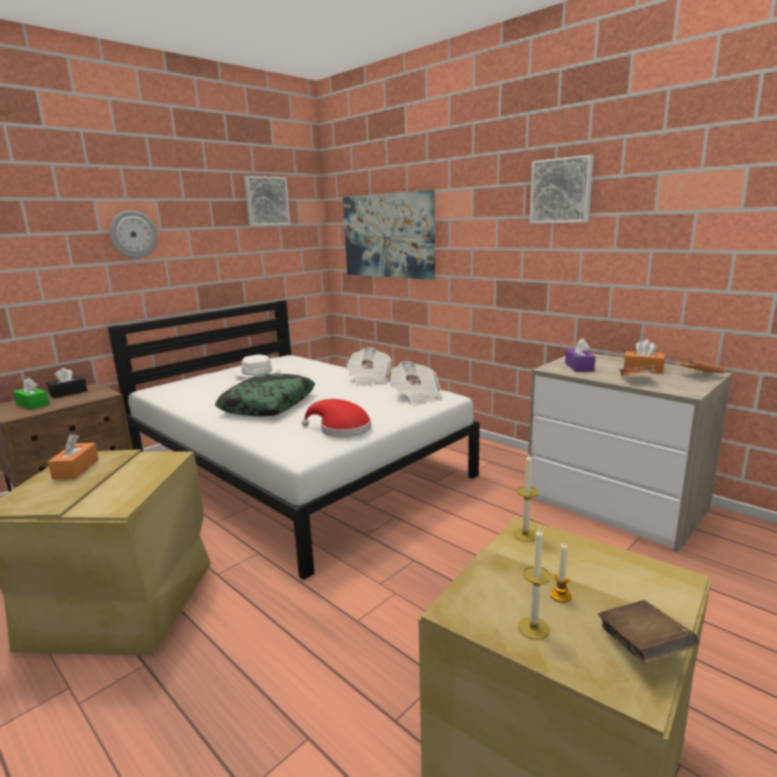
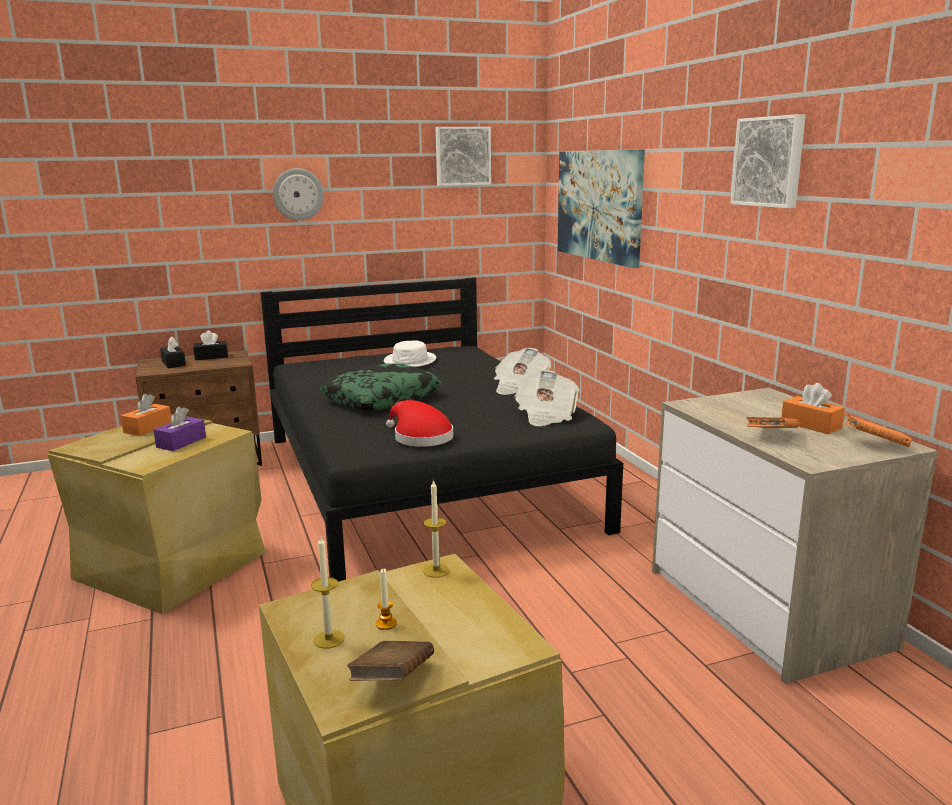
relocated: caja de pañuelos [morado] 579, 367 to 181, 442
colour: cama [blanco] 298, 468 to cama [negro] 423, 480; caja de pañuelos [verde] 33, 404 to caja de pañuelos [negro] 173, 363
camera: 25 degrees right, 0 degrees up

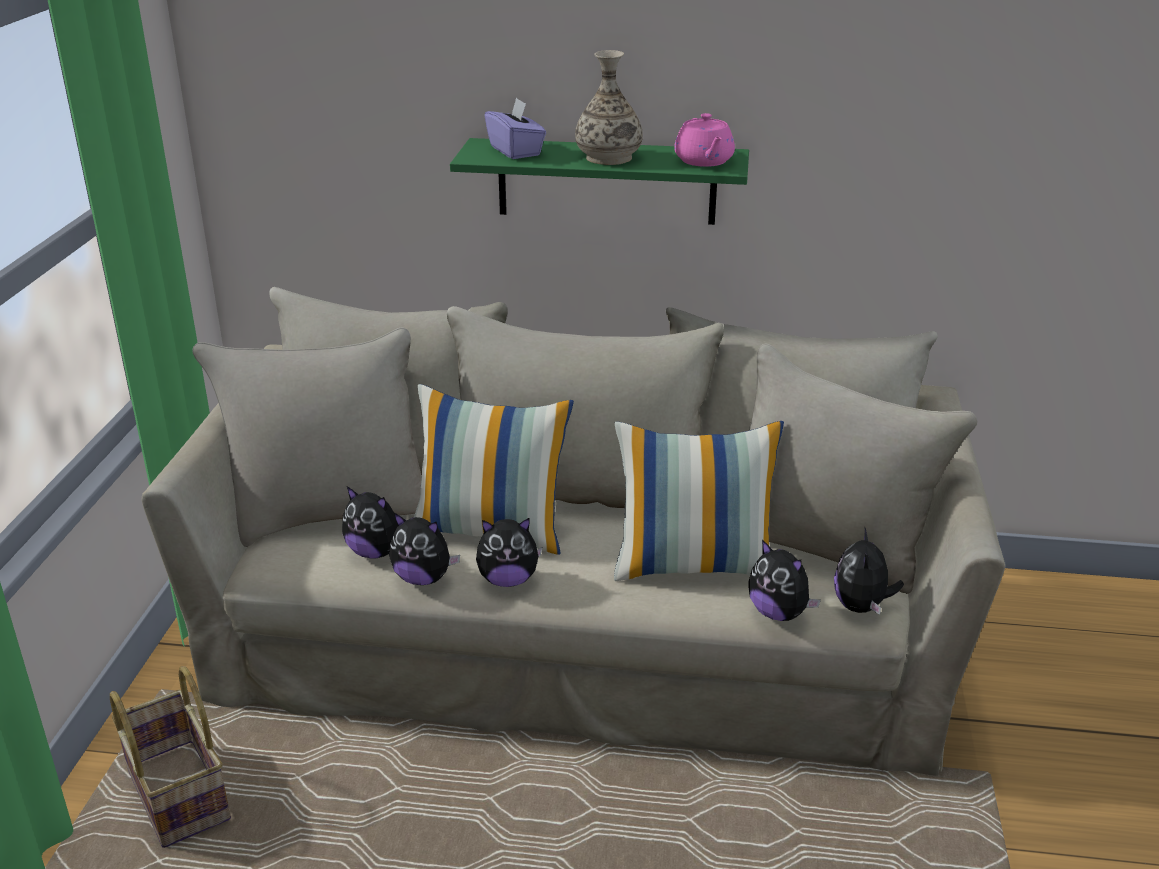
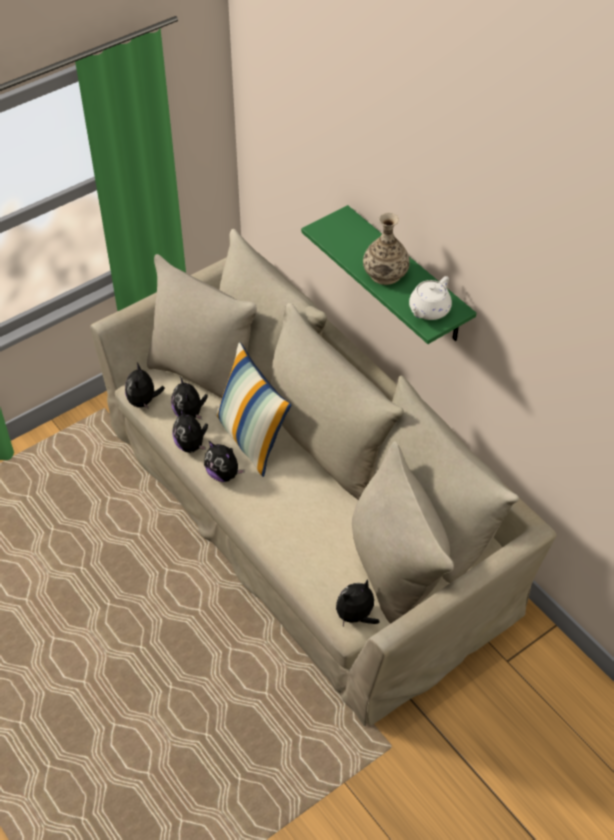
missing: caja de pañuelos [morado] 516, 151; cojín 694, 565; cesta 176, 795
relocated: peluche 778, 613 to 143, 401
colour: tetera [rosa] 704, 161 to tetera [blanco] 428, 310
camera: 45 degrees right, 20 degrees up

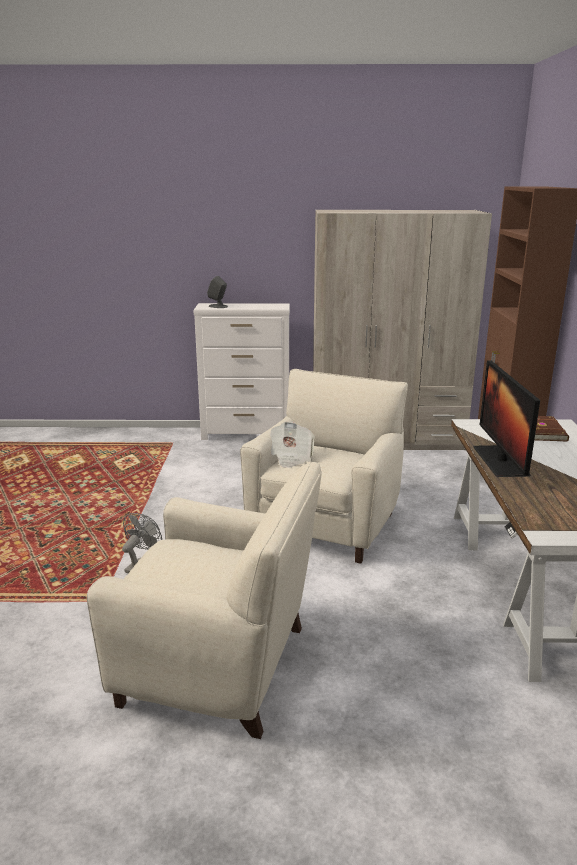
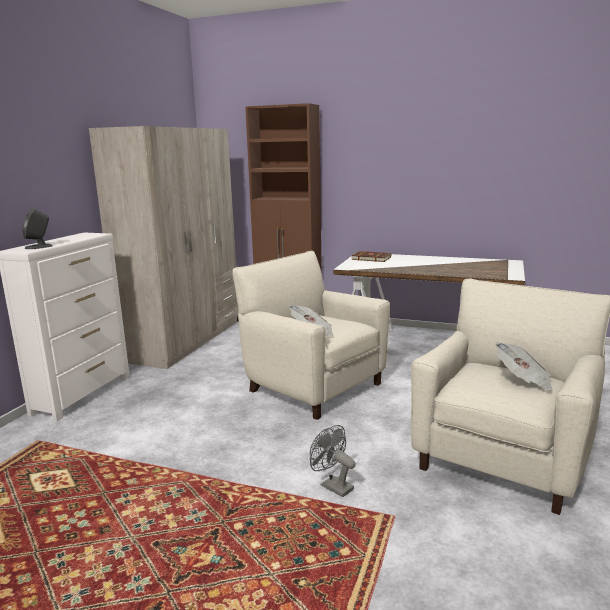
missing: monitor 500, 461
appeared: periódico 523, 380
camera: 70 degrees left, 5 degrees down

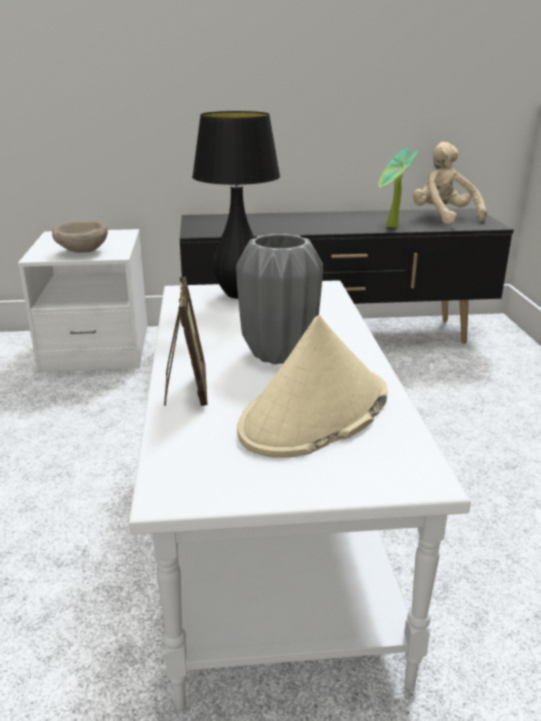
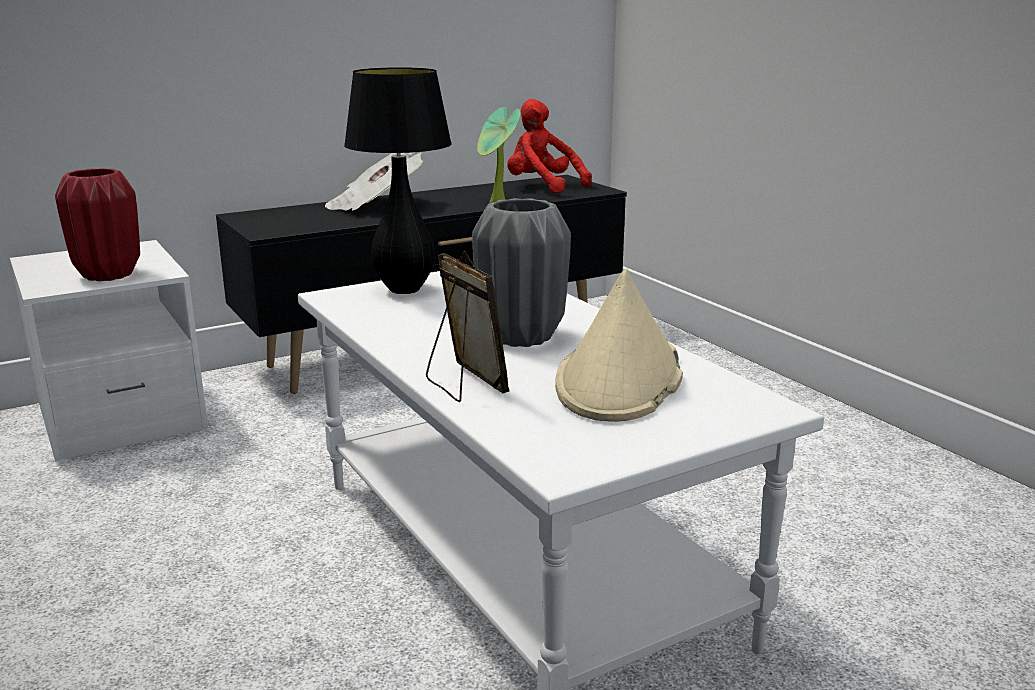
appeared: periódico 376, 206
exchanged: cuenco [beis] 81, 252 to florero [rojo] 107, 275
colour: peluche [beis] 443, 217 to peluche [rojo] 542, 187
camera: 25 degrees left, 5 degrees down

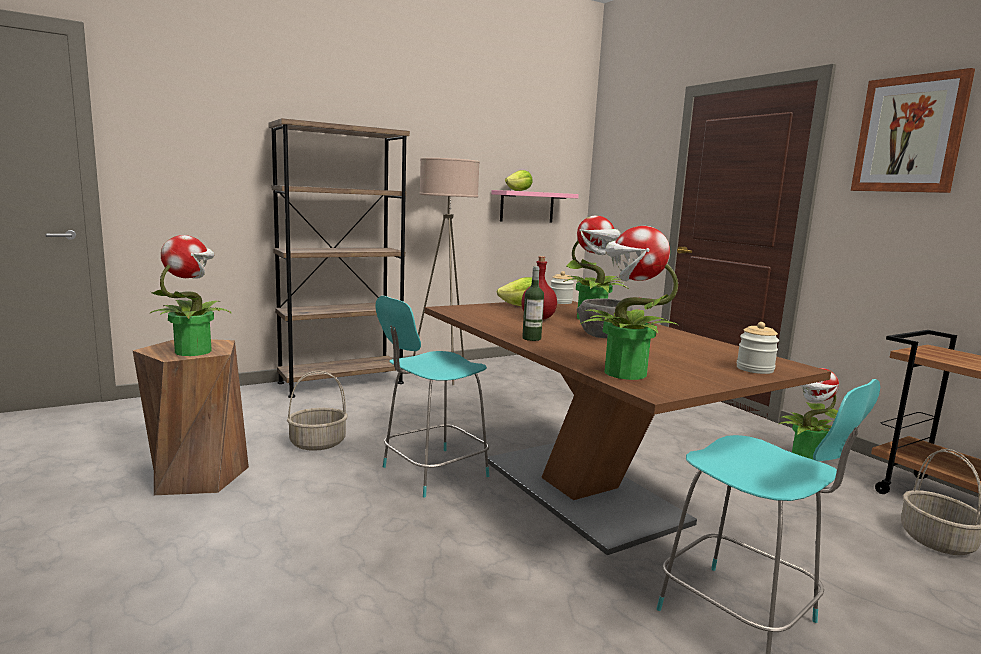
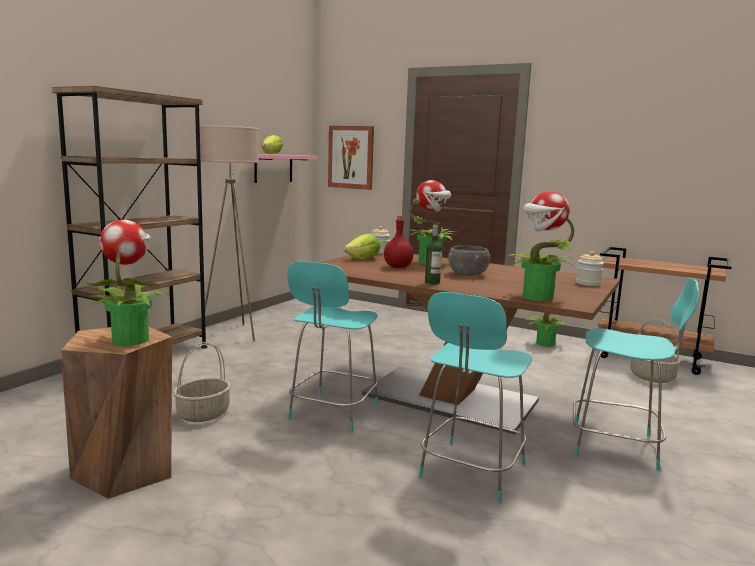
appeared: silla [turquesa] 471, 473
relocated: cuadro 909, 134 to 351, 157
camera: 30 degrees left, 0 degrees up

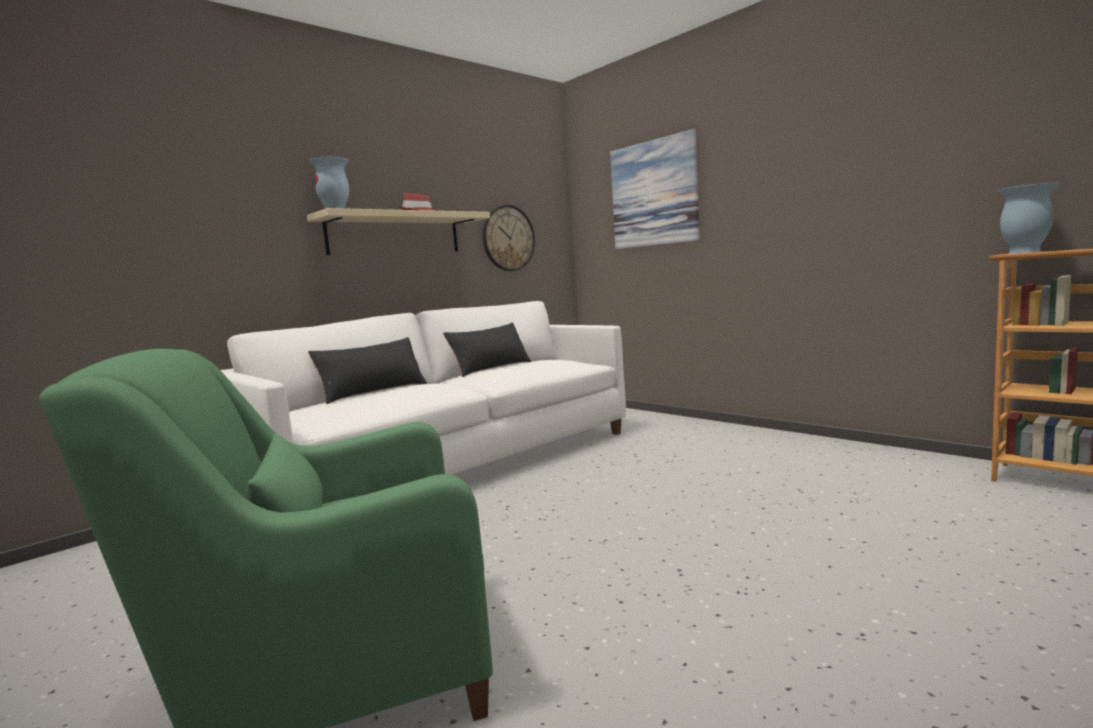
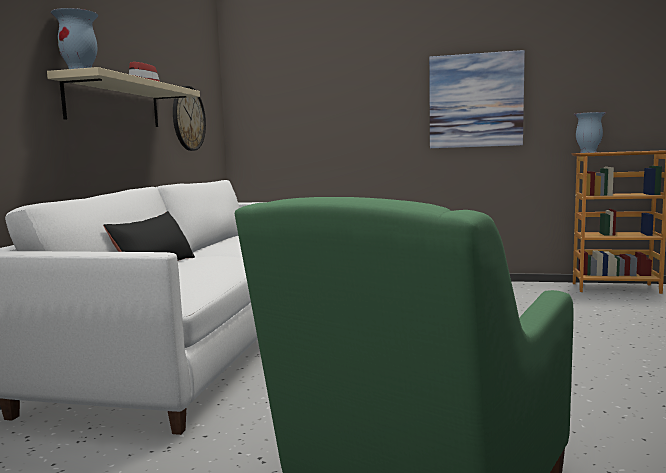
missing: cojín [negro] 491, 368
relocated: cuadro 654, 193 to 475, 101
camera: 35 degrees left, 0 degrees up

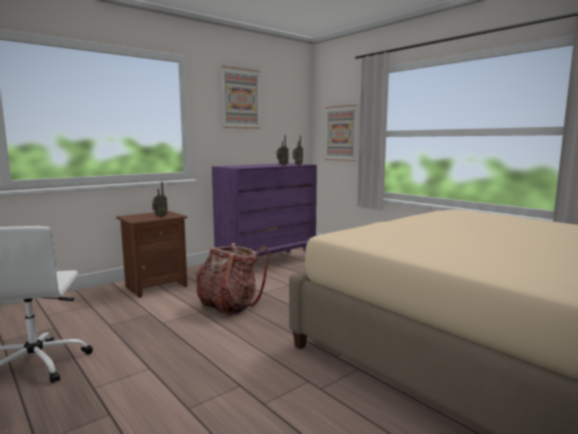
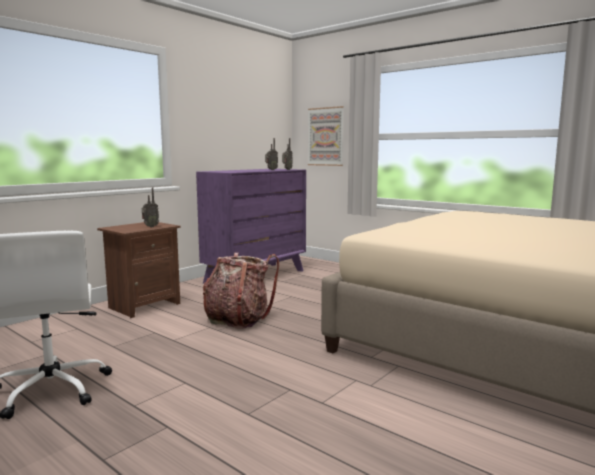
missing: cuadro 240, 98
camera: 10 degrees left, 0 degrees up

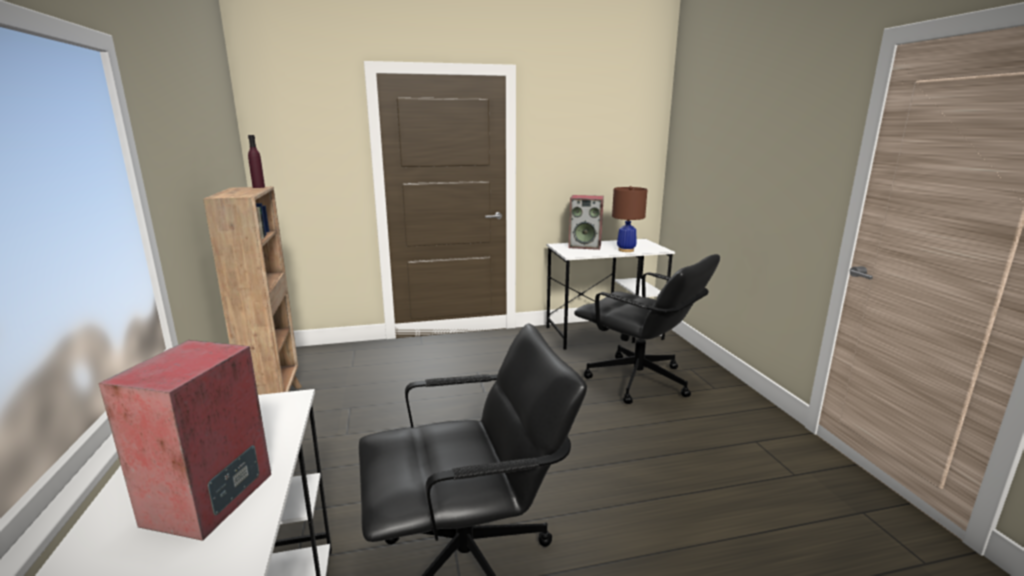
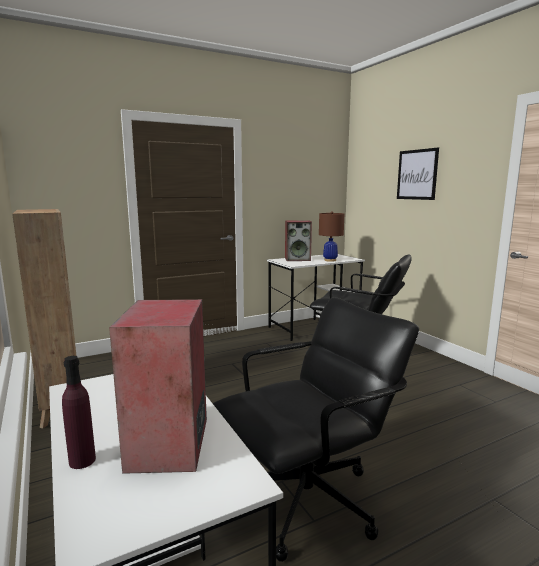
appeared: cuadro 417, 174
relocated: botella [morado] 258, 187 to 82, 461
camera: 15 degrees left, 5 degrees down

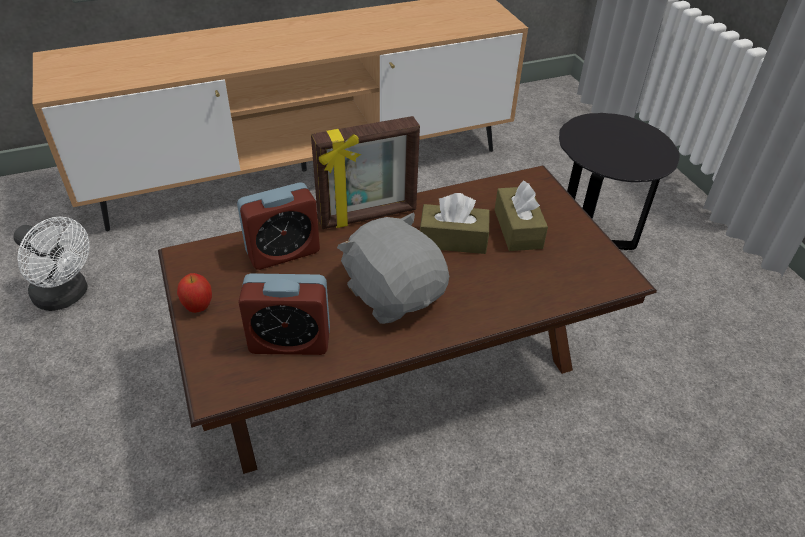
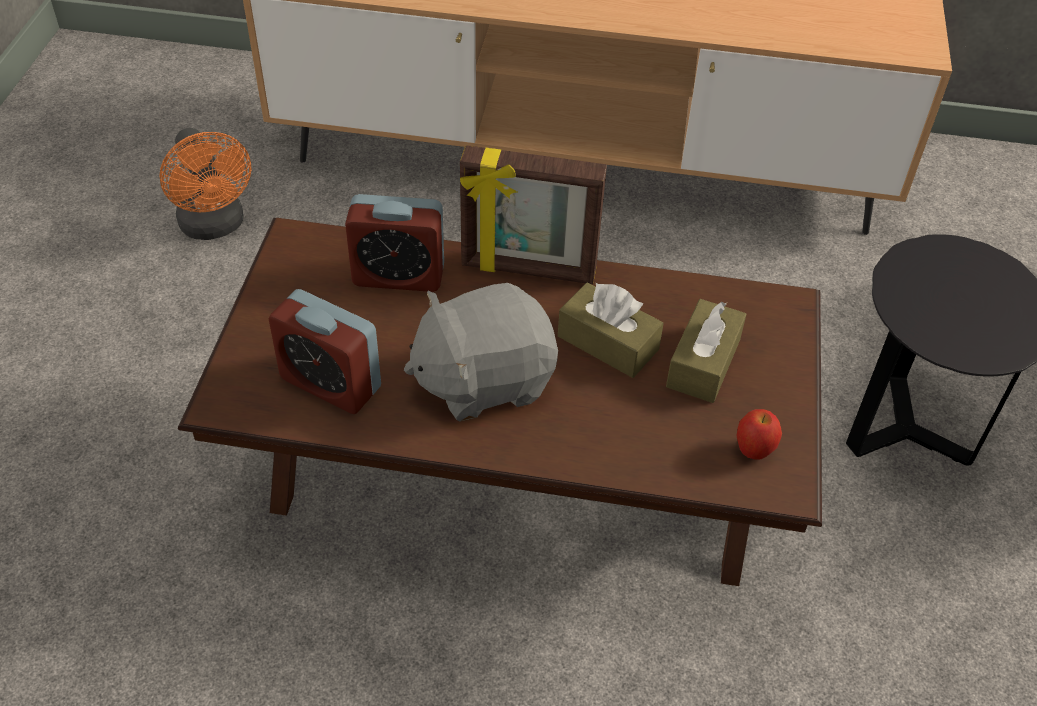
relocated: manzana 198, 307 to 753, 451
colour: ventilador [blanco] 66, 296 to ventilador [naranja] 215, 226
spun: peluche [gris] 394, 294 = 483, 379 105 degrees counterclockwise
camera: 30 degrees right, 5 degrees up

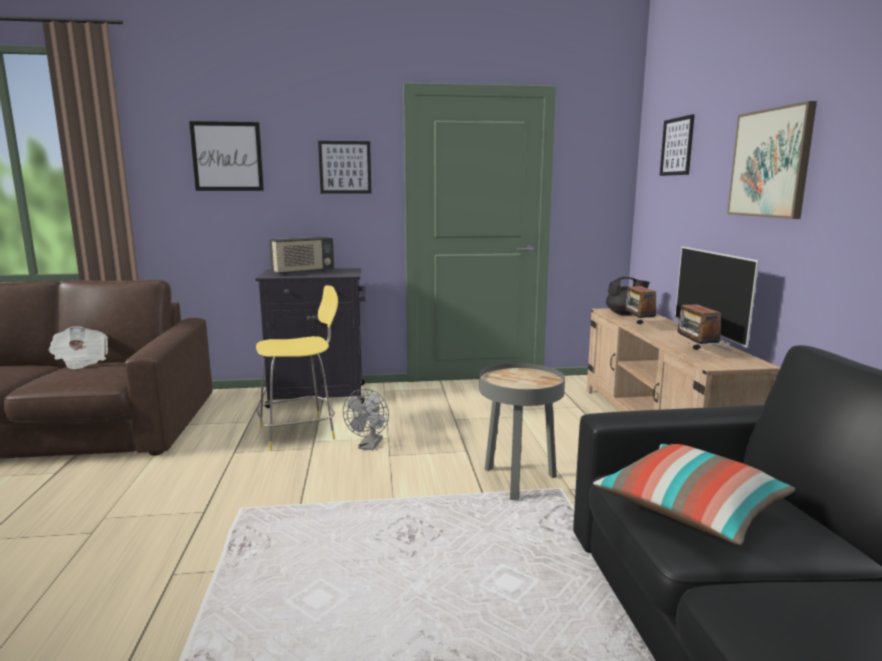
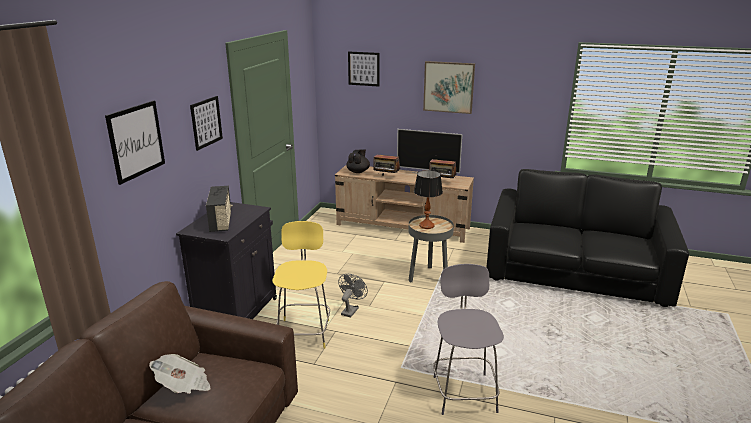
missing: cojín 691, 510
appeared: lámpara de mesa 426, 225; taburete [gris] 464, 392
spun: ventilador [gris] 369, 446 = 351, 310 105 degrees counterclockwise
camera: 65 degrees left, 10 degrees up

